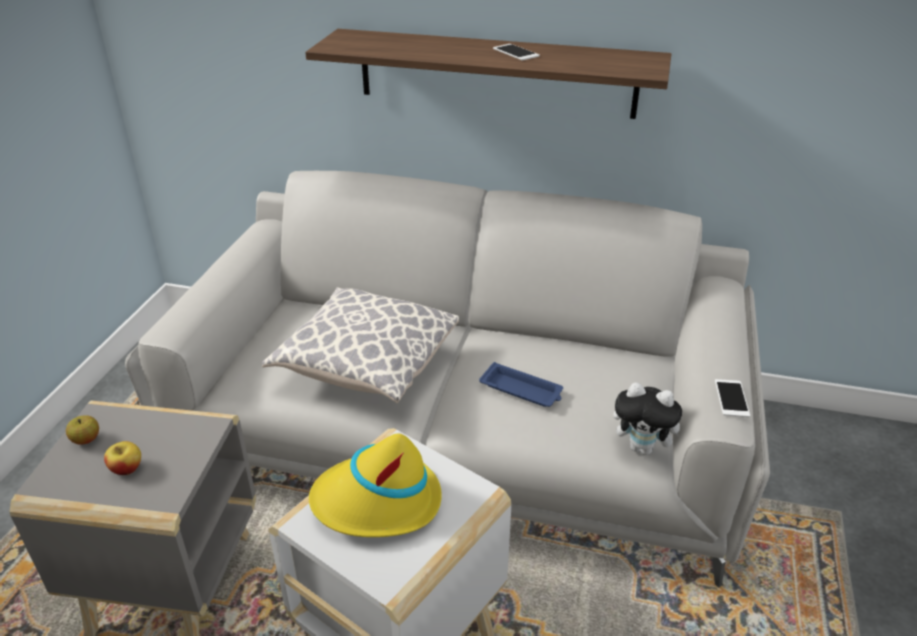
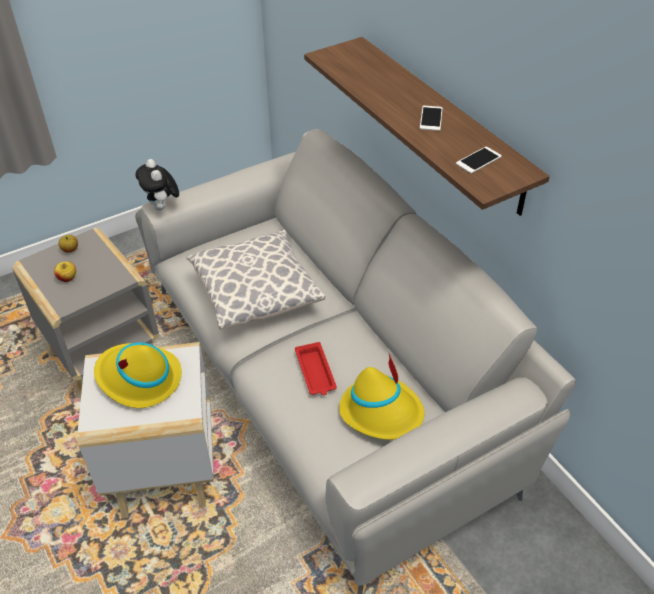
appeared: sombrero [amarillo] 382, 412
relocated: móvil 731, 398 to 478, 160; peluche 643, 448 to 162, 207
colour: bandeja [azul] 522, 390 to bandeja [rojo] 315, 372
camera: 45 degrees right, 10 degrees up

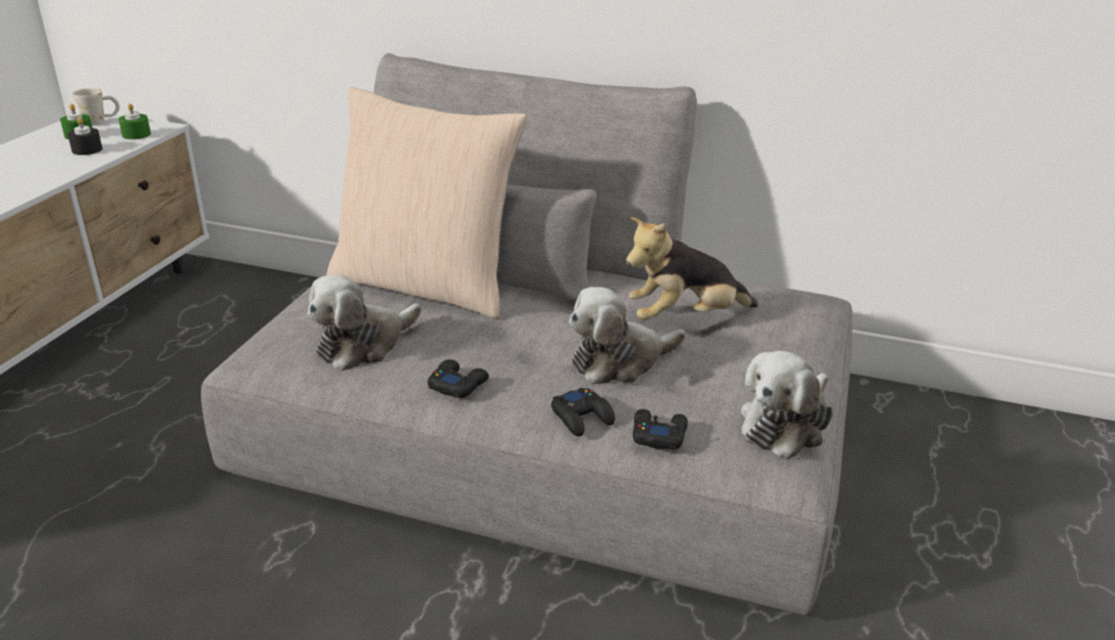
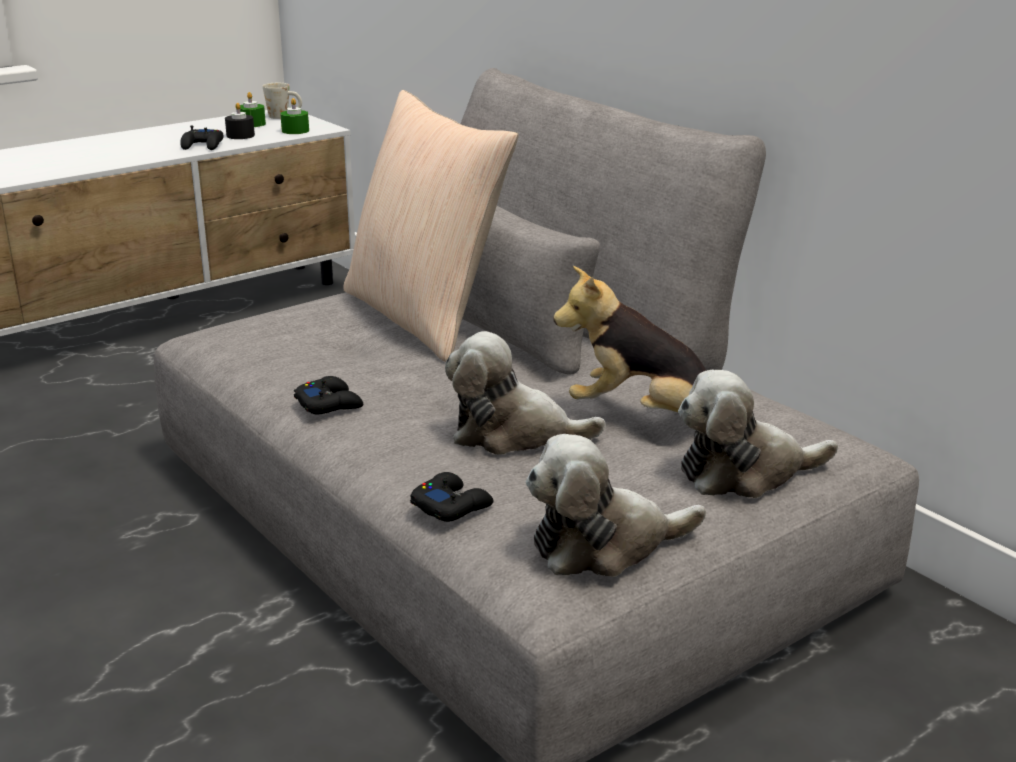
relocated: peluche 364, 344 to 744, 473; mando de consola [negro] 582, 417 to 203, 145
camera: 35 degrees right, 5 degrees down

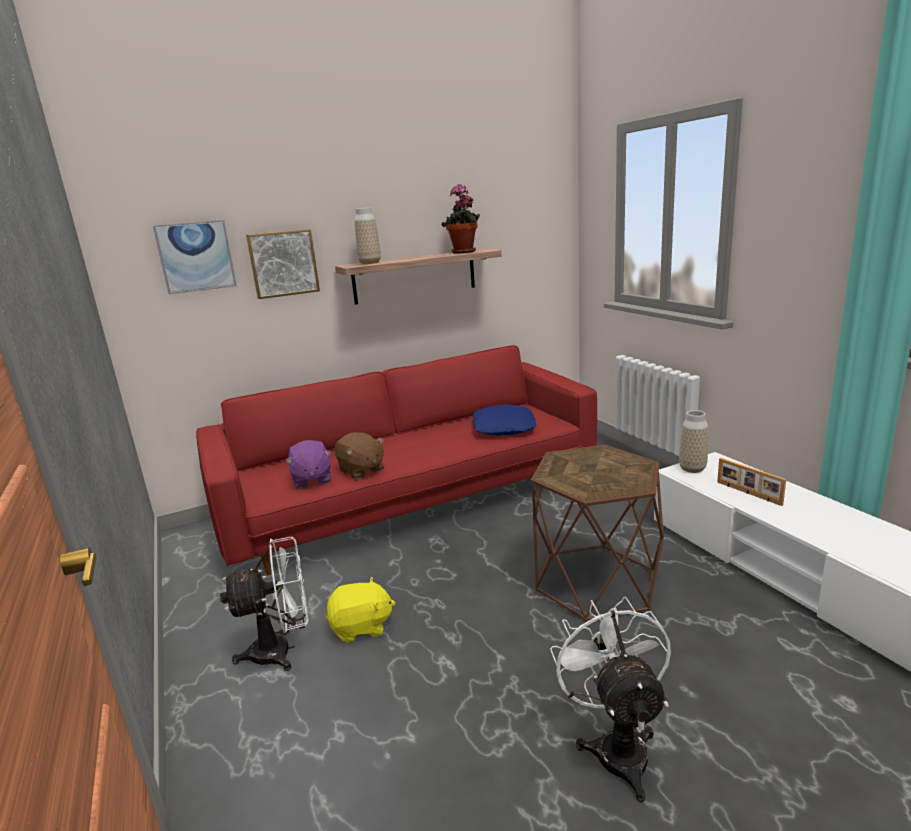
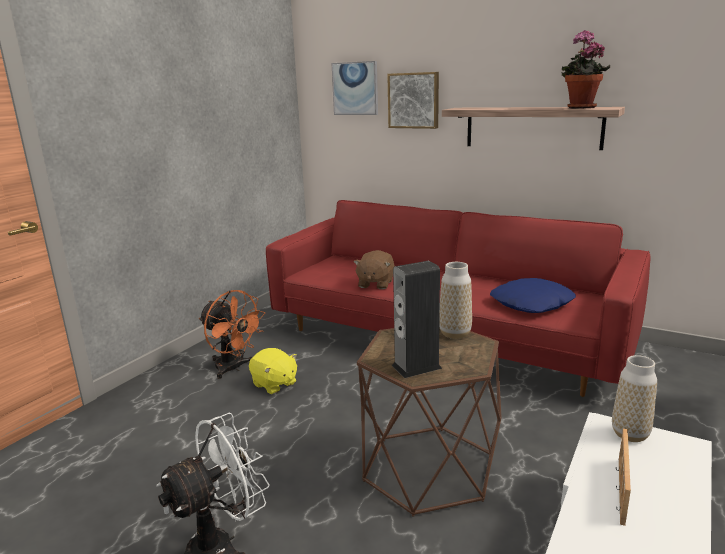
missing: peluche [morado] 311, 480
appeared: altavoz 416, 367
relocated: florero 370, 263 to 455, 334
colour: ventilador [blanco] 282, 650 to ventilador [naranja] 233, 368
camera: 55 degrees right, 0 degrees up

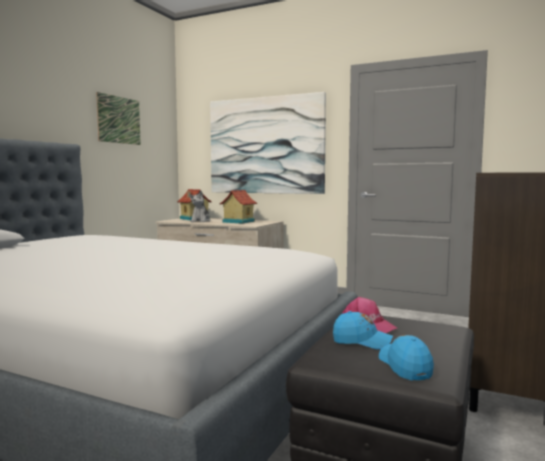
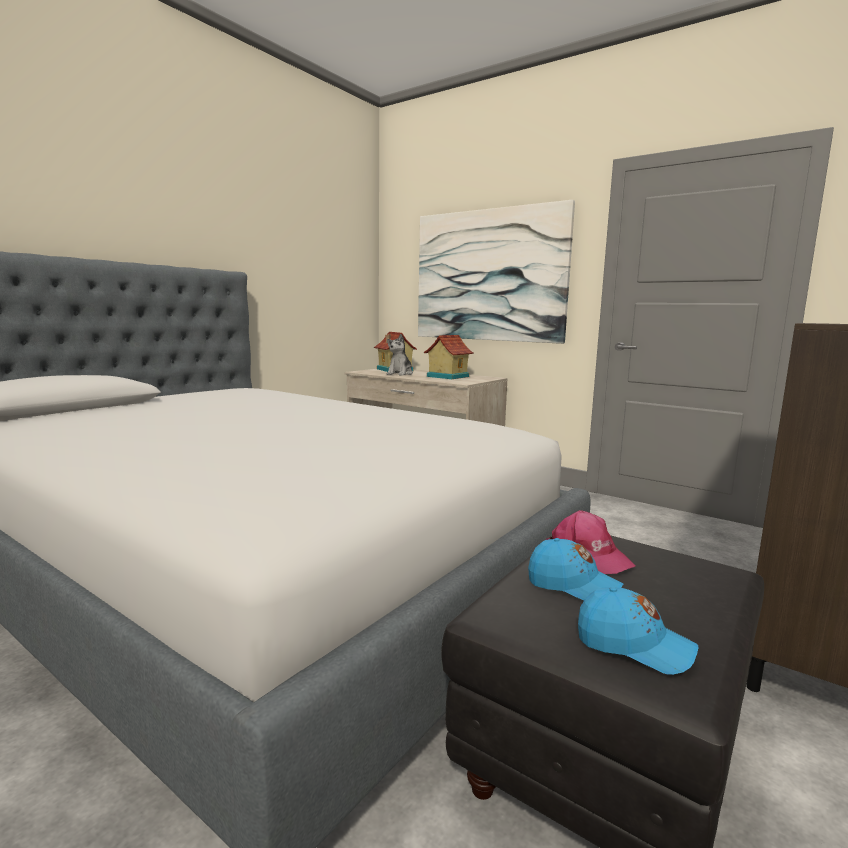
missing: cuadro 119, 120
spun: gorra [azul] 405, 366 = 633, 646 120 degrees clockwise
camera: 10 degrees right, 5 degrees up

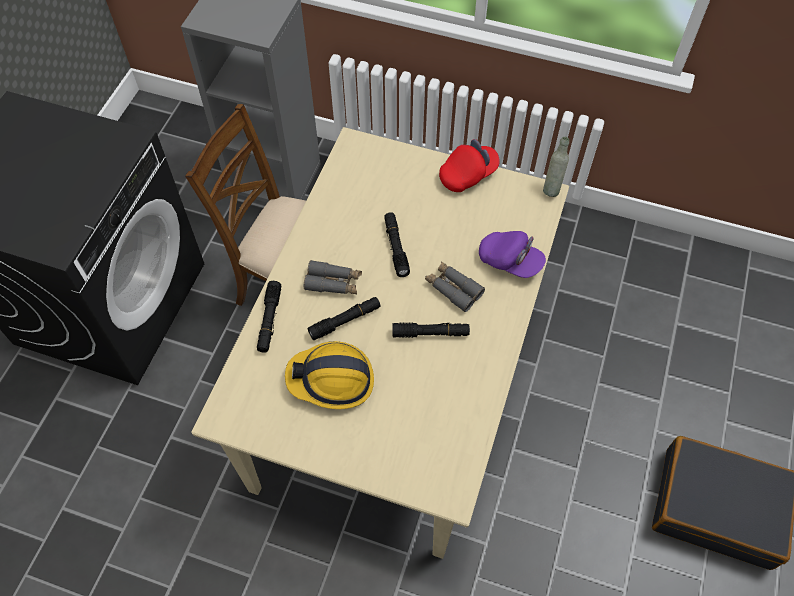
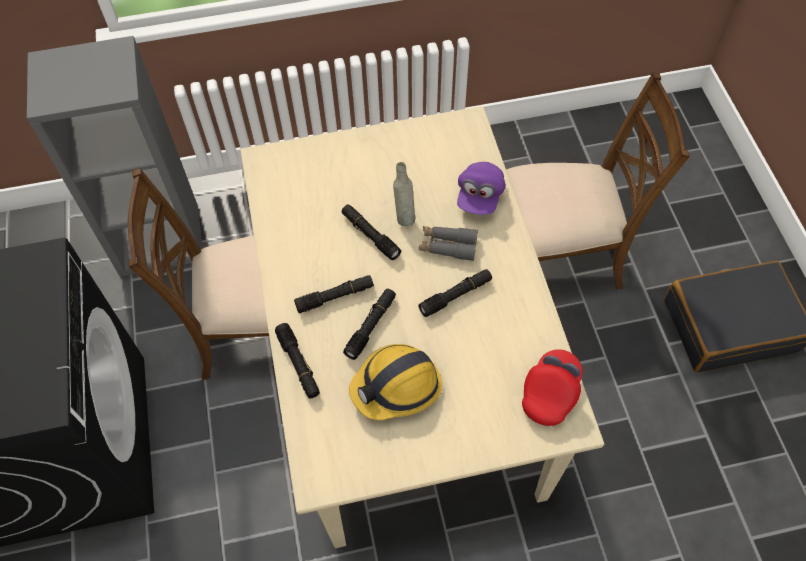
appeared: silla [marrón] 560, 257
relocated: botella [gris] 552, 188 to 404, 216; gorra [rojo] 468, 175 to 550, 392
exchanged: prismáticos [gris] 333, 282 to linterna [negro] 335, 297
spun: gorra [morado] 510, 261 = 479, 196 105 degrees clockwise
camera: 30 degrees left, 0 degrees up

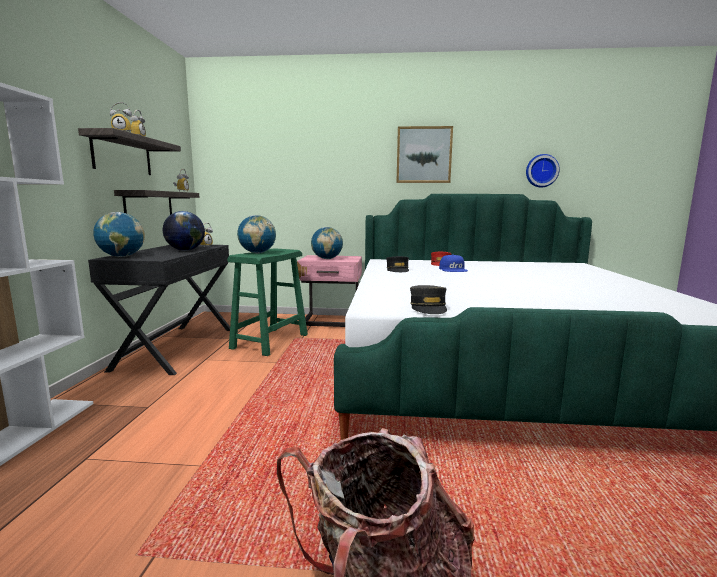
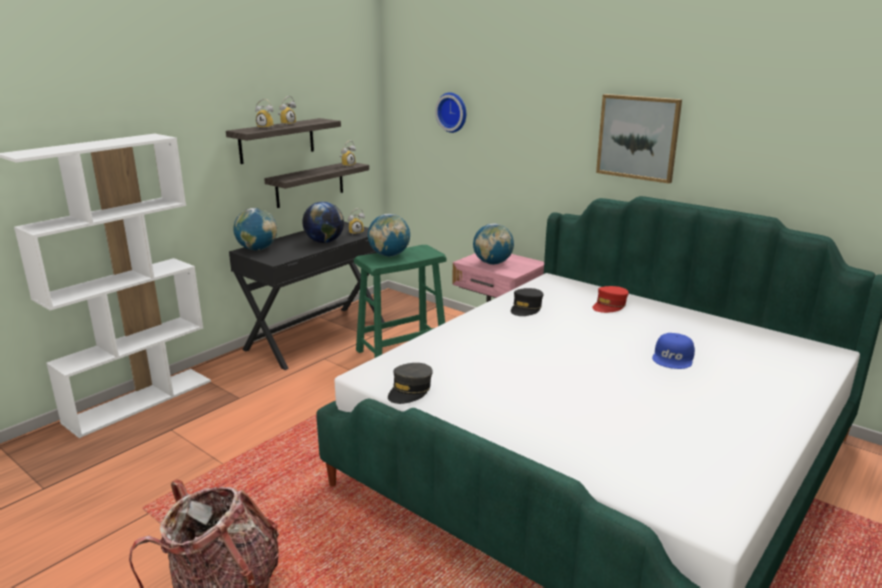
relocated: reloj de pared 541, 171 to 453, 112; gorra [azul] 453, 269 to 673, 357
camera: 35 degrees right, 10 degrees up

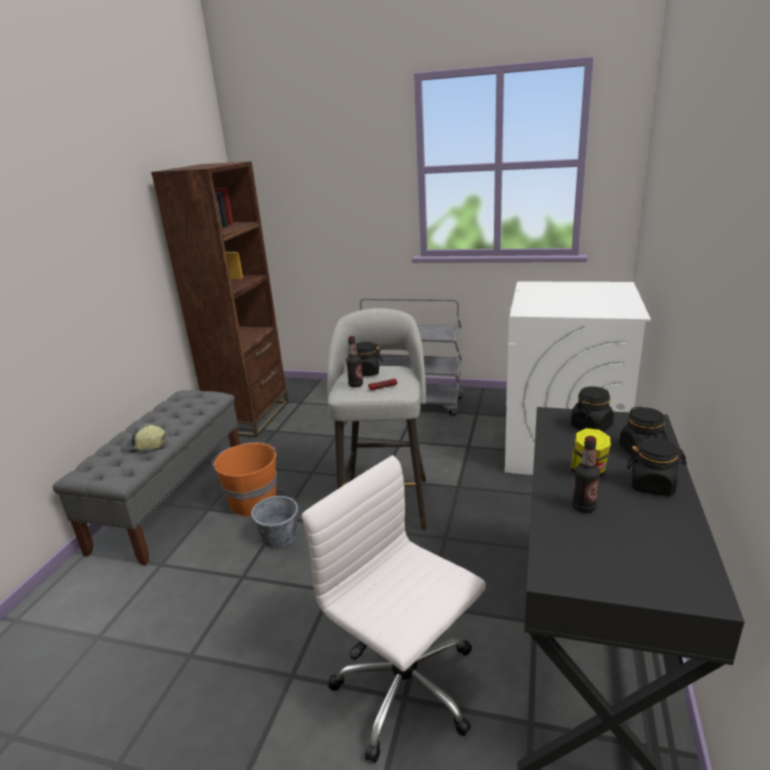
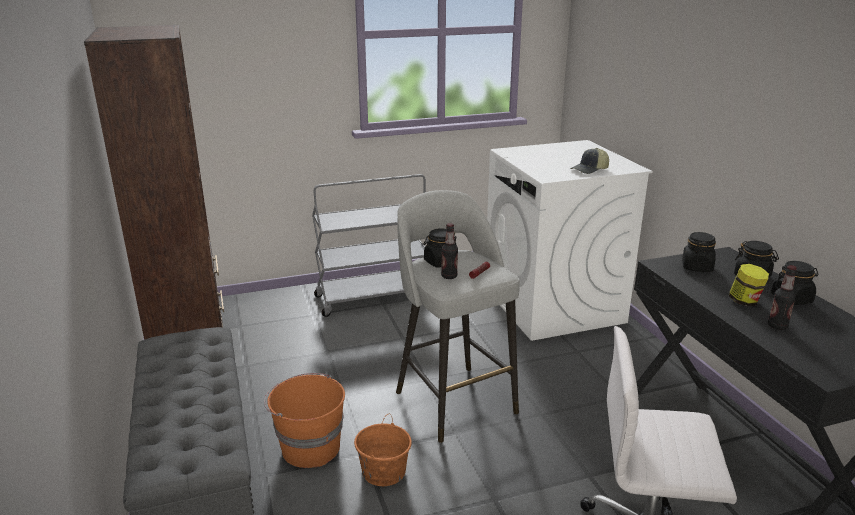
relocated: gorra 144, 446 to 590, 170
colour: cubo [gris] 279, 536 to cubo [naranja] 384, 471
camera: 35 degrees left, 0 degrees up

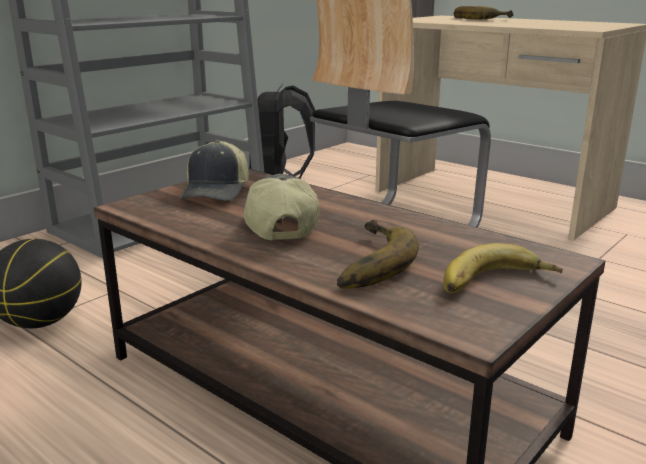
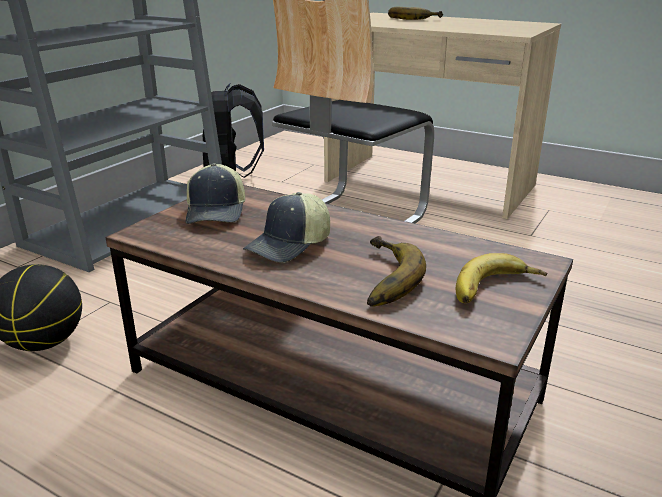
spun: gorra 279, 226 = 290, 246 120 degrees counterclockwise
camera: 10 degrees left, 5 degrees up

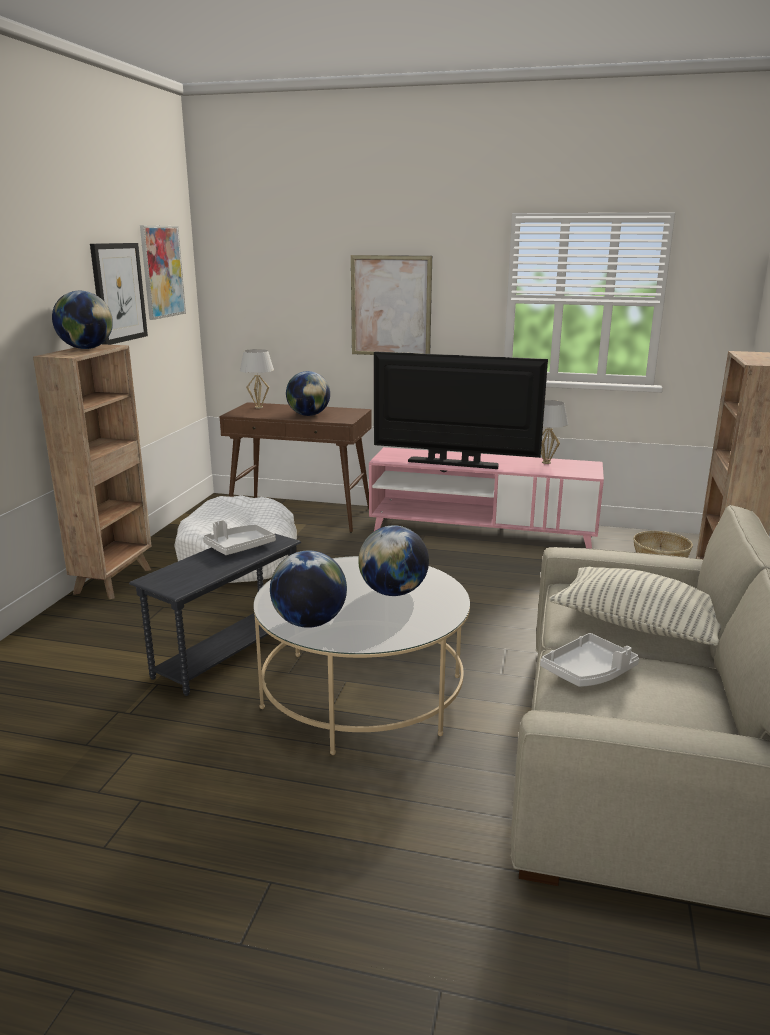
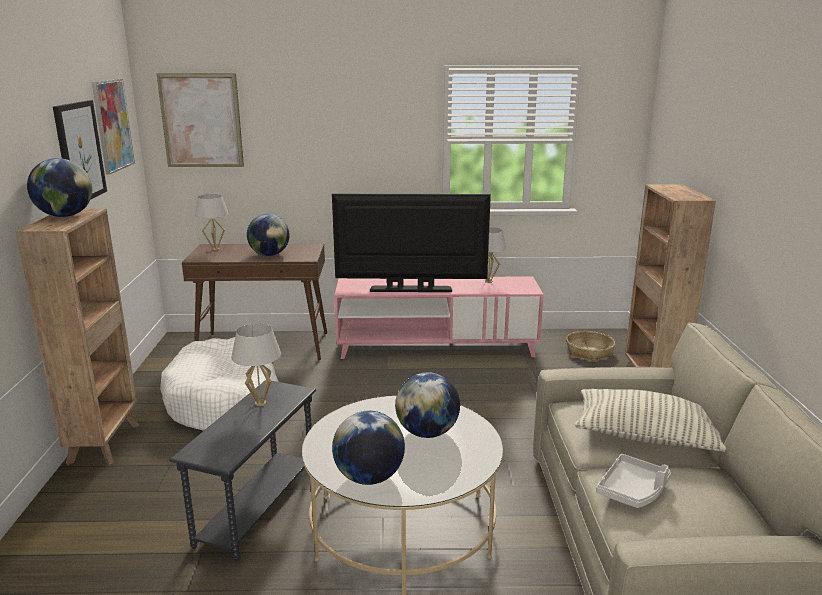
relocated: cuadro 391, 306 to 201, 121
exchanged: bandeja [gris] 239, 547 to lámpara de mesa [blanco] 260, 403
camera: 15 degrees left, 0 degrees up

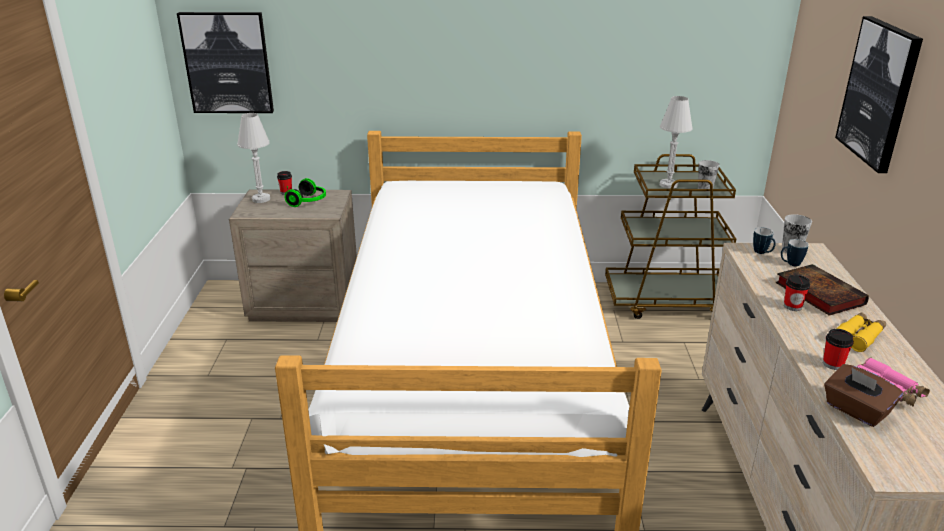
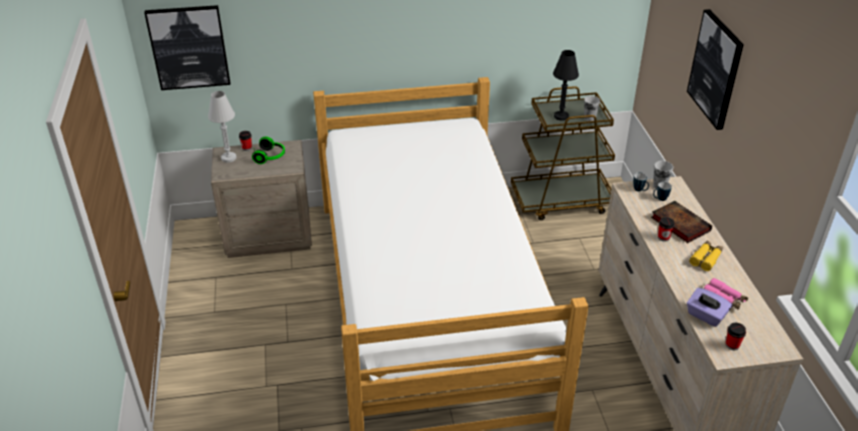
relocated: taza 833, 364 to 732, 345
colour: lámpara de mesa [blanco] 668, 185 to lámpara de mesa [negro] 561, 116; caja de pañuelos [marrón] 856, 410 to caja de pañuelos [morado] 705, 316
camera: 10 degrees left, 10 degrees up

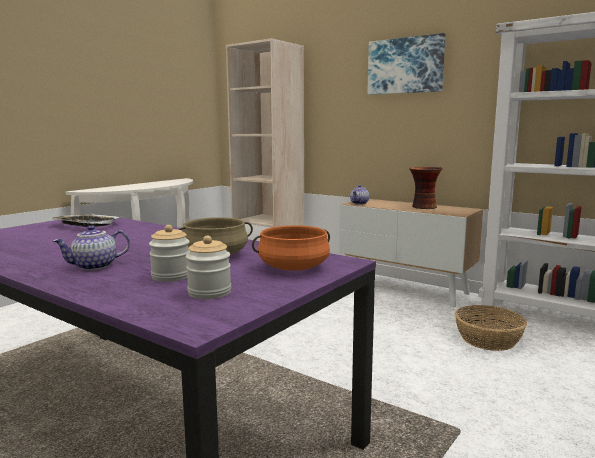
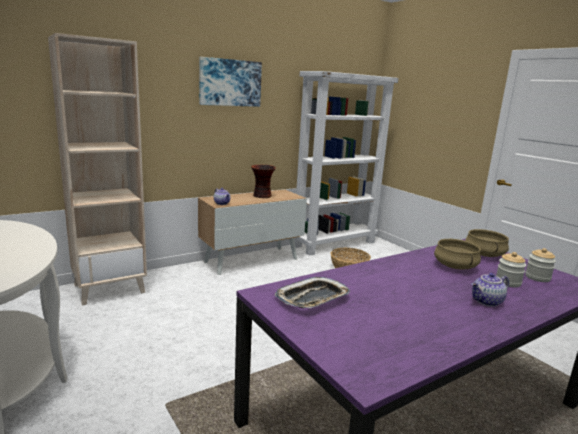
colour: olla [naranja] 293, 267 to olla [beis] 484, 254
spun: tetera 94, 266 = 487, 302 75 degrees clockwise
camera: 70 degrees left, 5 degrees up

